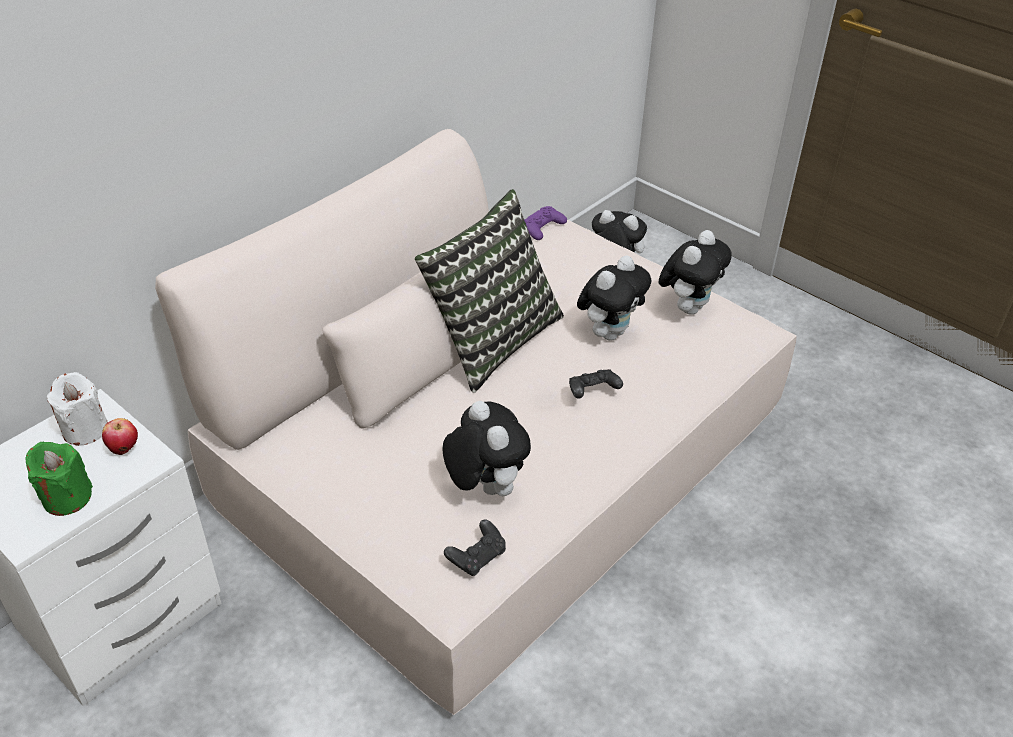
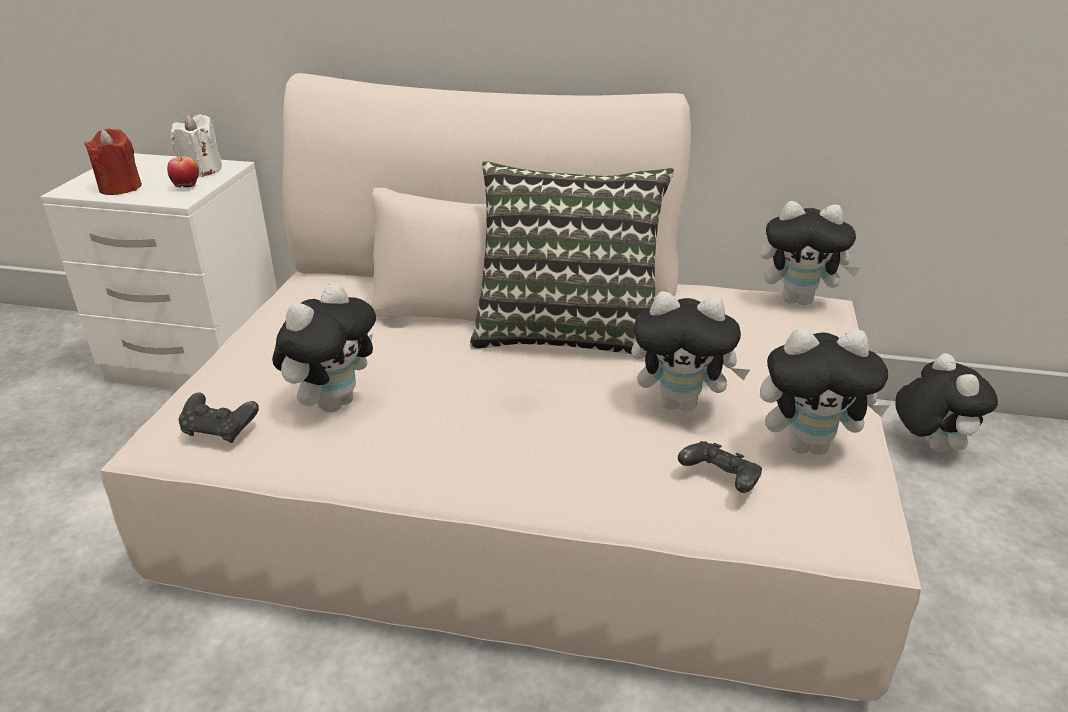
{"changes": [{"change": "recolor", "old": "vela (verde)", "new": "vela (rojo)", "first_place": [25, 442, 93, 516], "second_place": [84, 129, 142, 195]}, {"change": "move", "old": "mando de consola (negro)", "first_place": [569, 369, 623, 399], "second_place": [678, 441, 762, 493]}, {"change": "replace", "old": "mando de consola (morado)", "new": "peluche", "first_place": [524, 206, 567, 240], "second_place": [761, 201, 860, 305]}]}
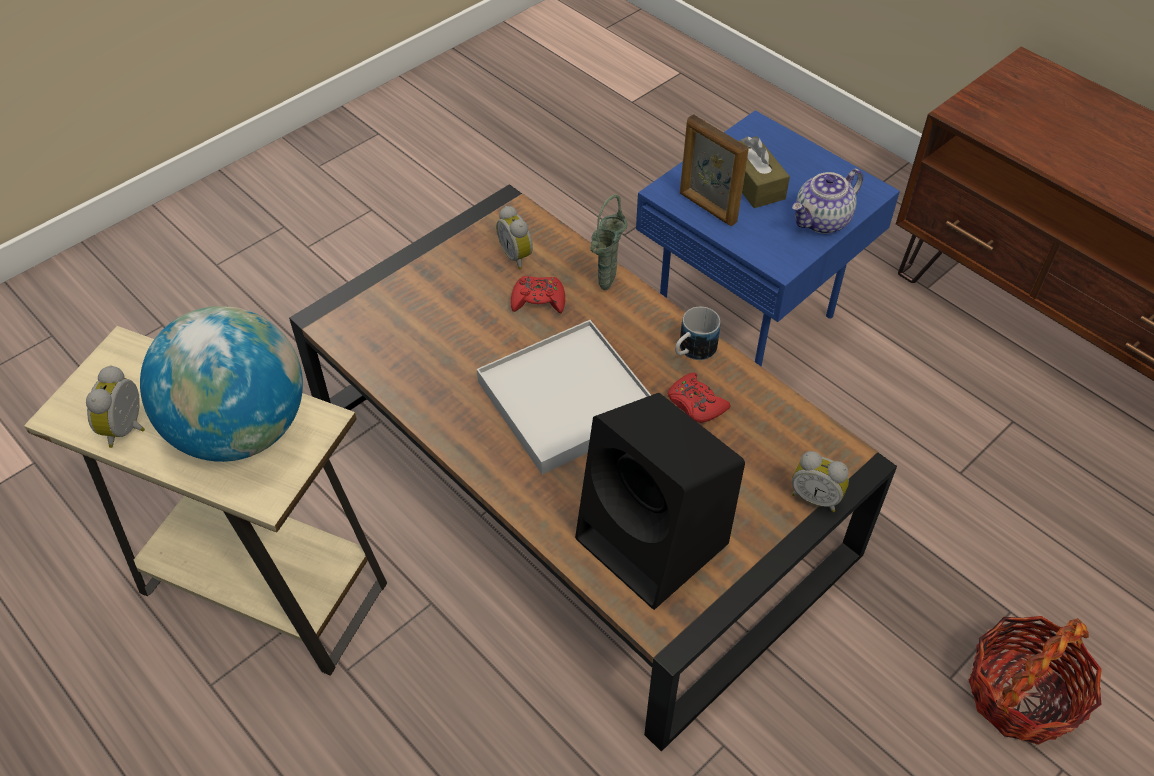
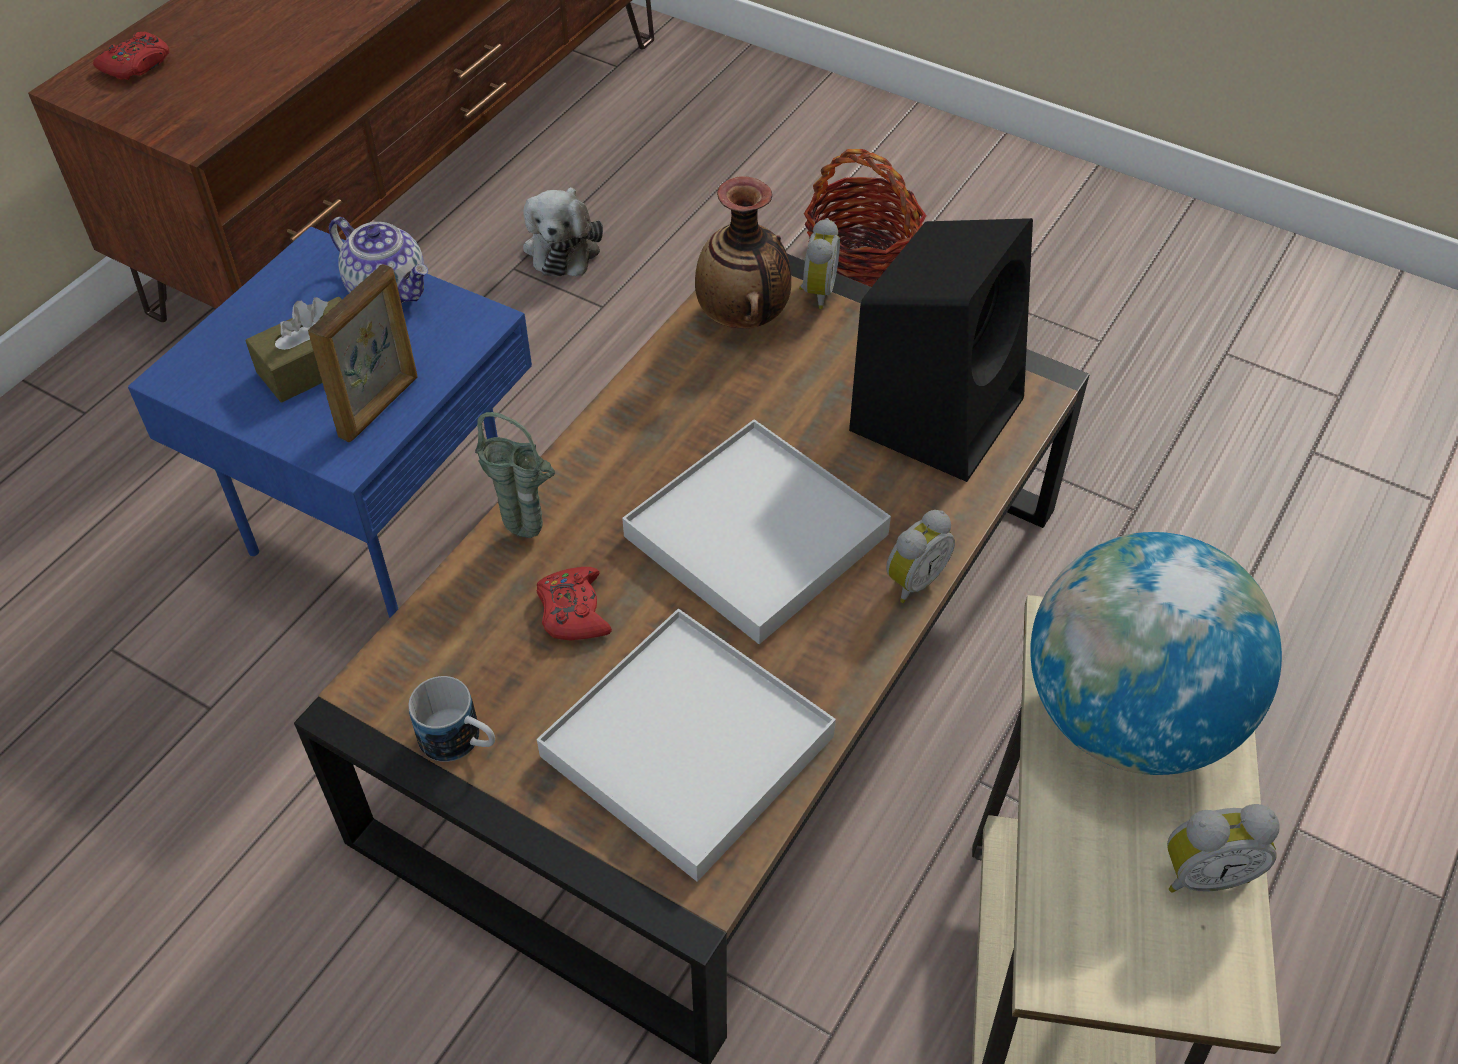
{"changes": [{"change": "move", "old": "mando de consola (rojo)", "first_place": [668, 373, 731, 423], "second_place": [93, 32, 170, 80]}, {"change": "move", "old": "taza grande", "first_place": [675, 307, 720, 360], "second_place": [409, 676, 495, 762]}, {"change": "insert", "new": "peluche", "second_place": [523, 187, 603, 276]}, {"change": "insert", "new": "bandeja (blanco)", "second_place": [537, 609, 836, 882]}, {"change": "insert", "new": "florero", "second_place": [695, 176, 791, 328]}, {"change": "move", "old": "despertador", "first_place": [496, 206, 533, 270], "second_place": [886, 510, 955, 603]}]}
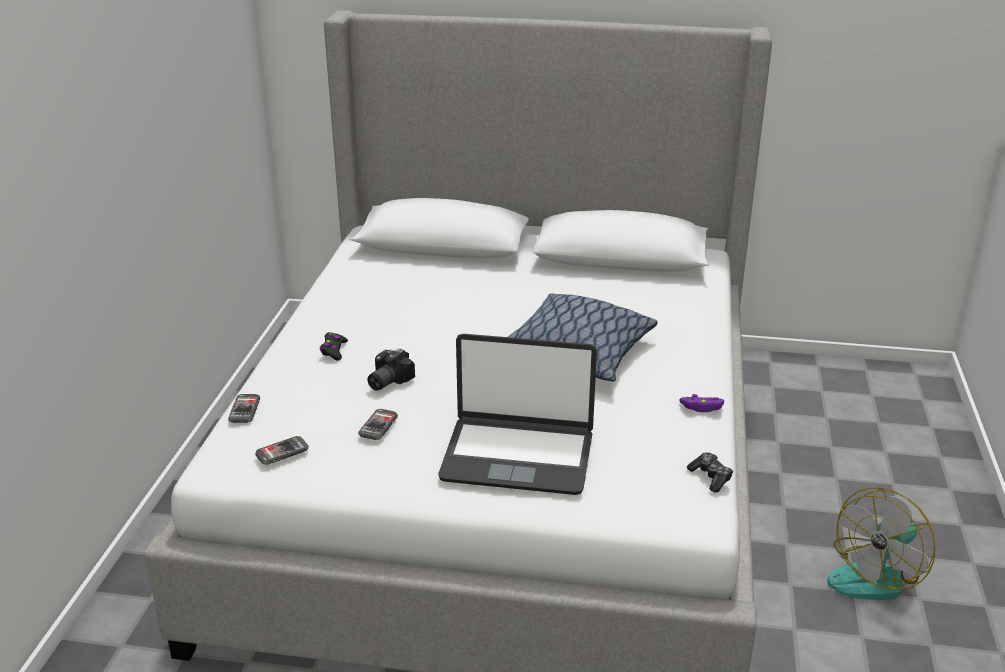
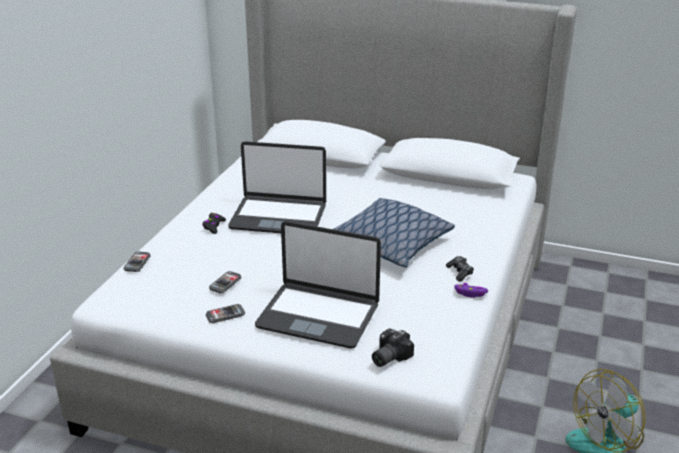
{"changes": [{"change": "move", "old": "móvil", "first_place": [255, 436, 309, 465], "second_place": [206, 304, 245, 323]}, {"change": "insert", "new": "portátil", "second_place": [228, 141, 326, 233]}, {"change": "move", "old": "cámara", "first_place": [367, 349, 415, 391], "second_place": [372, 329, 414, 367]}, {"change": "move", "old": "mando de consola", "first_place": [687, 452, 733, 493], "second_place": [446, 256, 474, 281]}]}
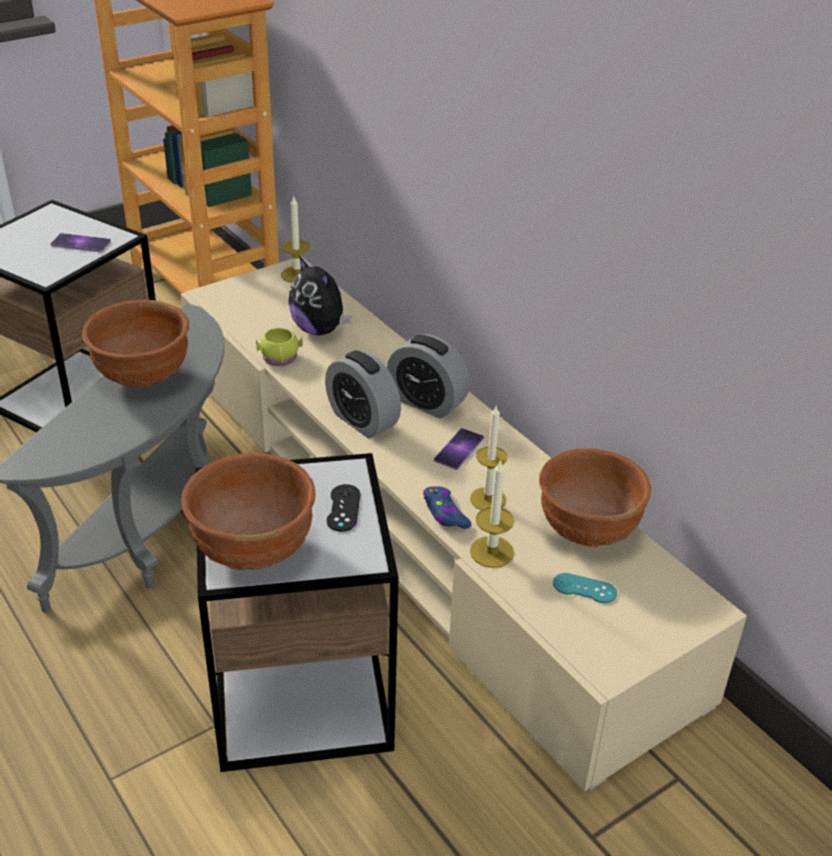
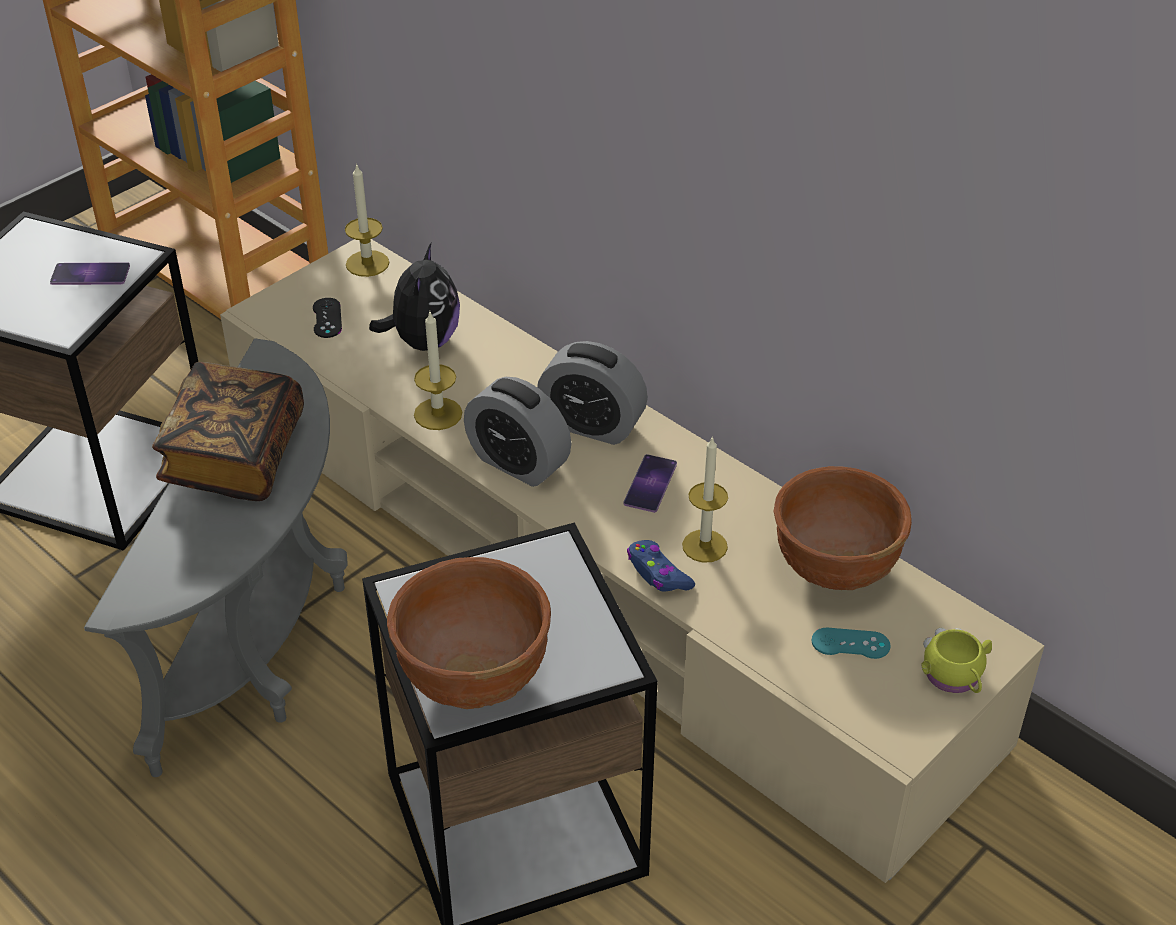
{"changes": [{"change": "replace", "old": "cuenco (marrón)", "new": "libro", "first_place": [82, 300, 189, 387], "second_place": [152, 362, 304, 501]}, {"change": "move", "old": "mando de consola (negro)", "first_place": [327, 484, 360, 532], "second_place": [313, 298, 342, 338]}, {"change": "rotate", "old": "peluche", "first_place": [288, 256, 352, 335], "second_place": [369, 243, 460, 351], "degrees": -120}, {"change": "move", "old": "vela", "first_place": [470, 459, 514, 568], "second_place": [414, 312, 462, 430]}, {"change": "move", "old": "taza grande (amarillo)", "first_place": [256, 327, 303, 366], "second_place": [922, 628, 992, 693]}]}
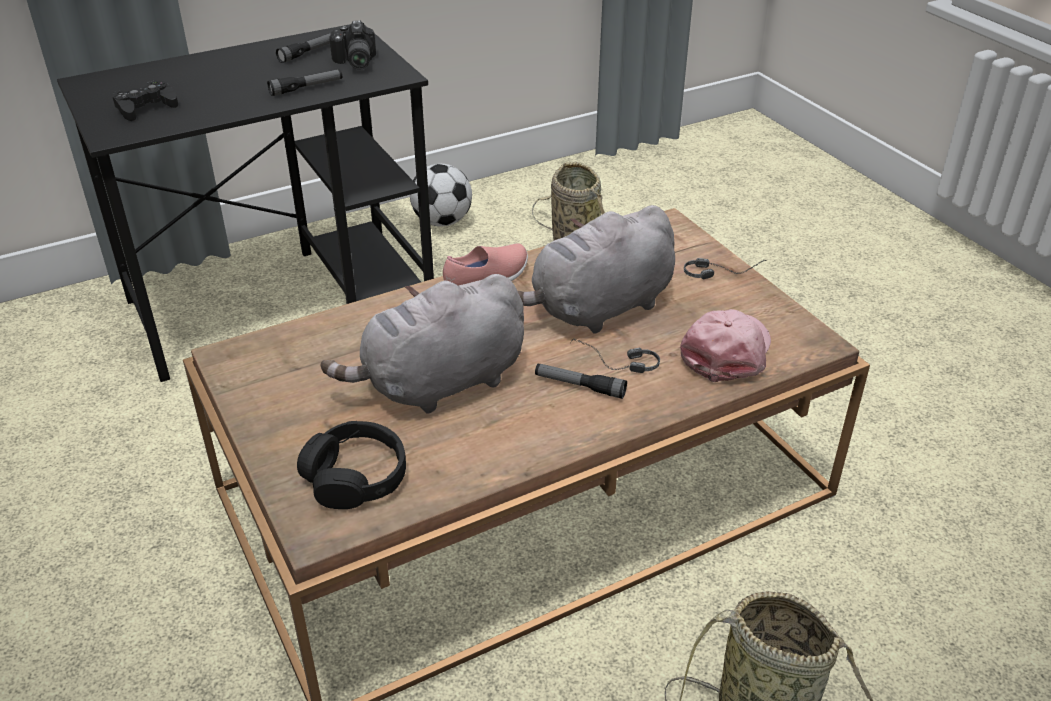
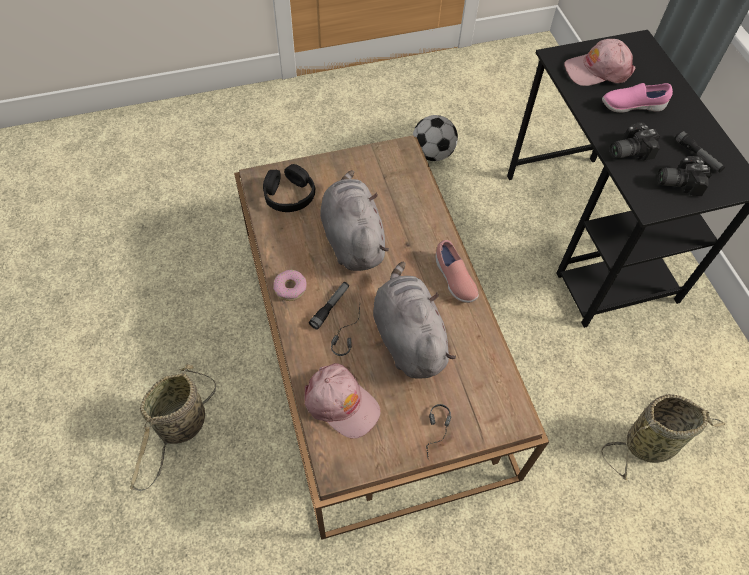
{"changes": [{"change": "insert", "new": "rosquilla", "second_place": [273, 270, 307, 301]}, {"change": "move", "old": "balón de fútbol", "first_place": [410, 164, 472, 227], "second_place": [413, 115, 458, 161]}, {"change": "replace", "old": "mando de consola (negro)", "new": "gorra (rosa)", "first_place": [112, 80, 178, 121], "second_place": [564, 39, 636, 86]}, {"change": "insert", "new": "zapato (rosa)", "second_place": [602, 83, 673, 113]}, {"change": "replace", "old": "linterna", "new": "cámara", "first_place": [267, 69, 342, 96], "second_place": [610, 122, 660, 161]}]}
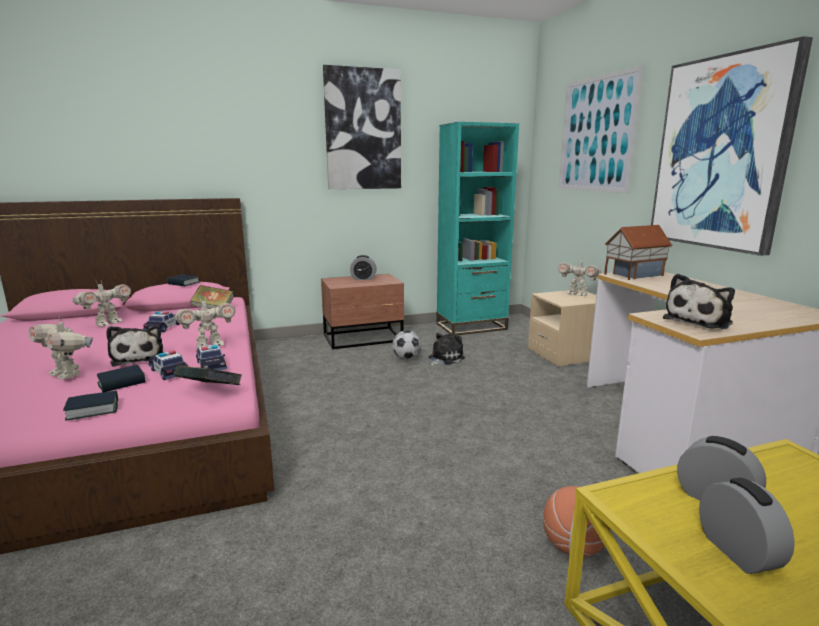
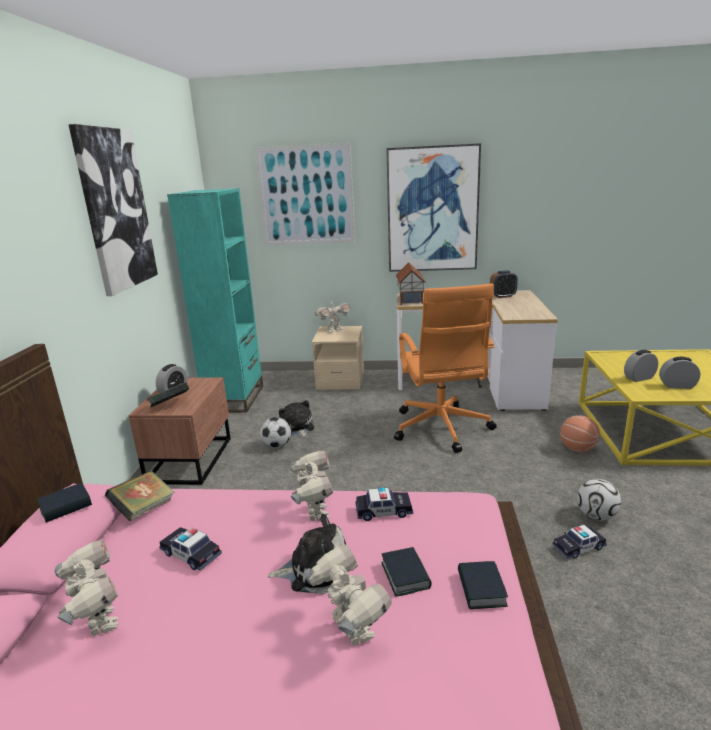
{"changes": [{"change": "move", "old": "libro", "first_place": [174, 366, 242, 385], "second_place": [147, 382, 189, 407]}, {"change": "rotate", "old": "robot de juguete", "first_place": [29, 316, 93, 379], "second_place": [305, 544, 392, 646], "degrees": -90}, {"change": "insert", "new": "silla de oficina (naranja)", "second_place": [394, 283, 497, 453]}, {"change": "insert", "new": "despertador", "second_place": [490, 270, 518, 298]}, {"change": "move", "old": "coche de juguete", "first_place": [148, 350, 188, 380], "second_place": [552, 525, 607, 559]}, {"change": "insert", "new": "balón de fútbol", "second_place": [577, 479, 621, 520]}, {"change": "delete", "old": "peluche", "first_place": [663, 274, 735, 329]}]}
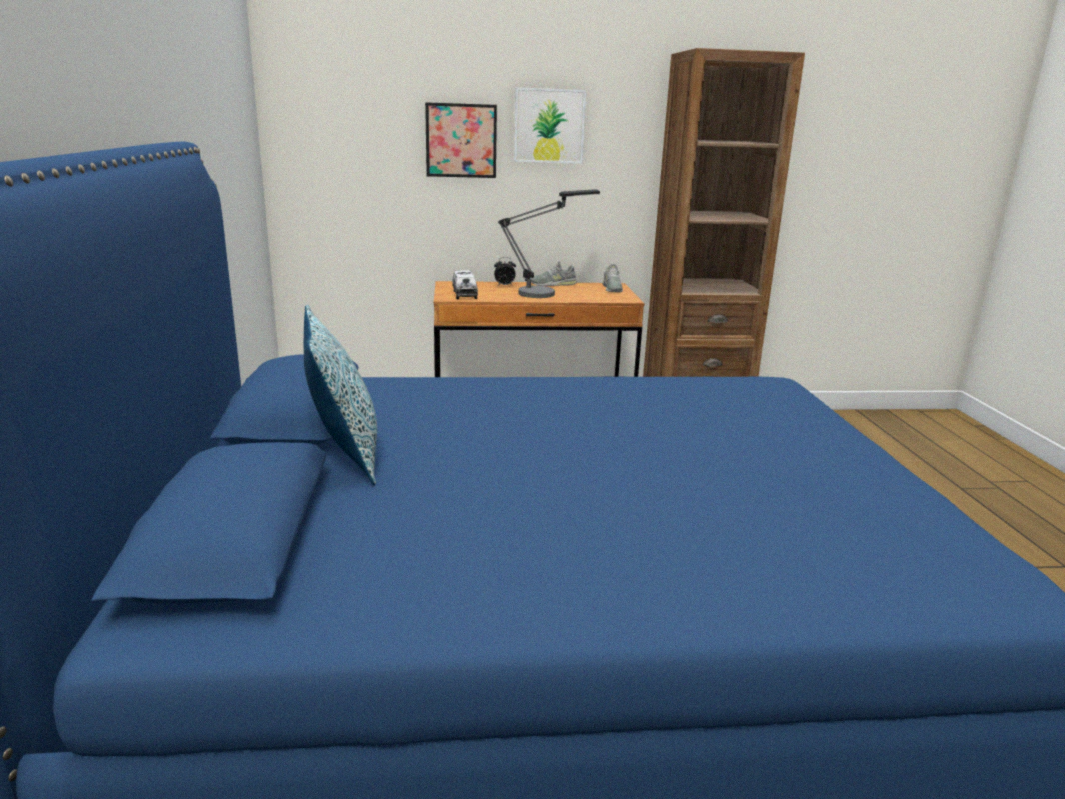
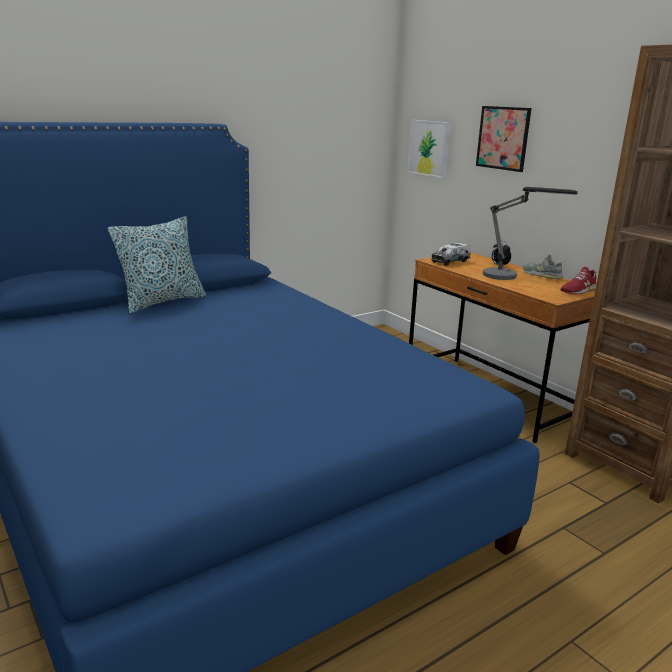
{"changes": [{"change": "move", "old": "cuadro", "first_place": [514, 87, 586, 164], "second_place": [408, 120, 451, 179]}, {"change": "recolor", "old": "zapato (gris)", "new": "zapato (rojo)", "first_place": [602, 264, 623, 292], "second_place": [560, 267, 597, 294]}]}
